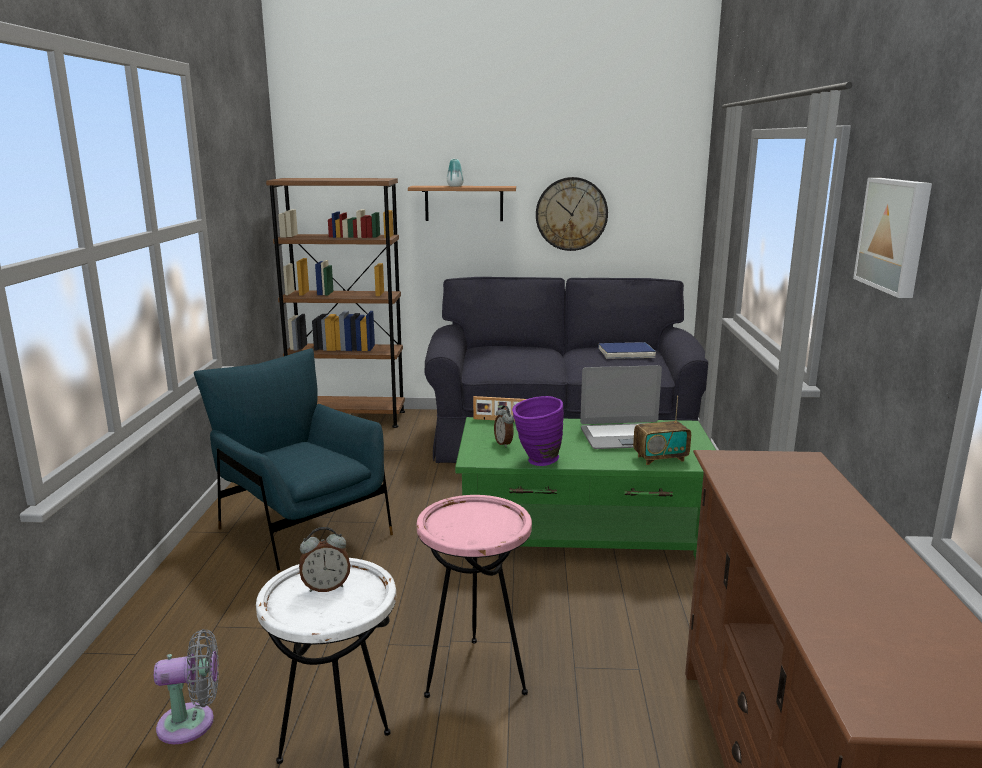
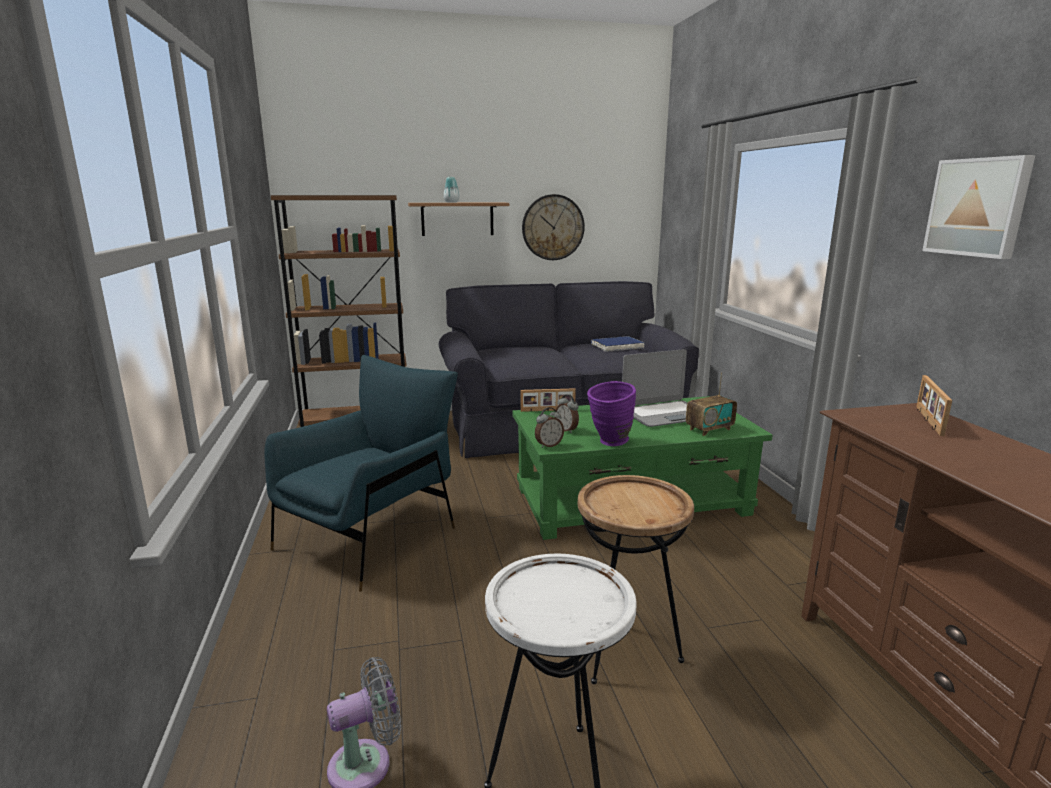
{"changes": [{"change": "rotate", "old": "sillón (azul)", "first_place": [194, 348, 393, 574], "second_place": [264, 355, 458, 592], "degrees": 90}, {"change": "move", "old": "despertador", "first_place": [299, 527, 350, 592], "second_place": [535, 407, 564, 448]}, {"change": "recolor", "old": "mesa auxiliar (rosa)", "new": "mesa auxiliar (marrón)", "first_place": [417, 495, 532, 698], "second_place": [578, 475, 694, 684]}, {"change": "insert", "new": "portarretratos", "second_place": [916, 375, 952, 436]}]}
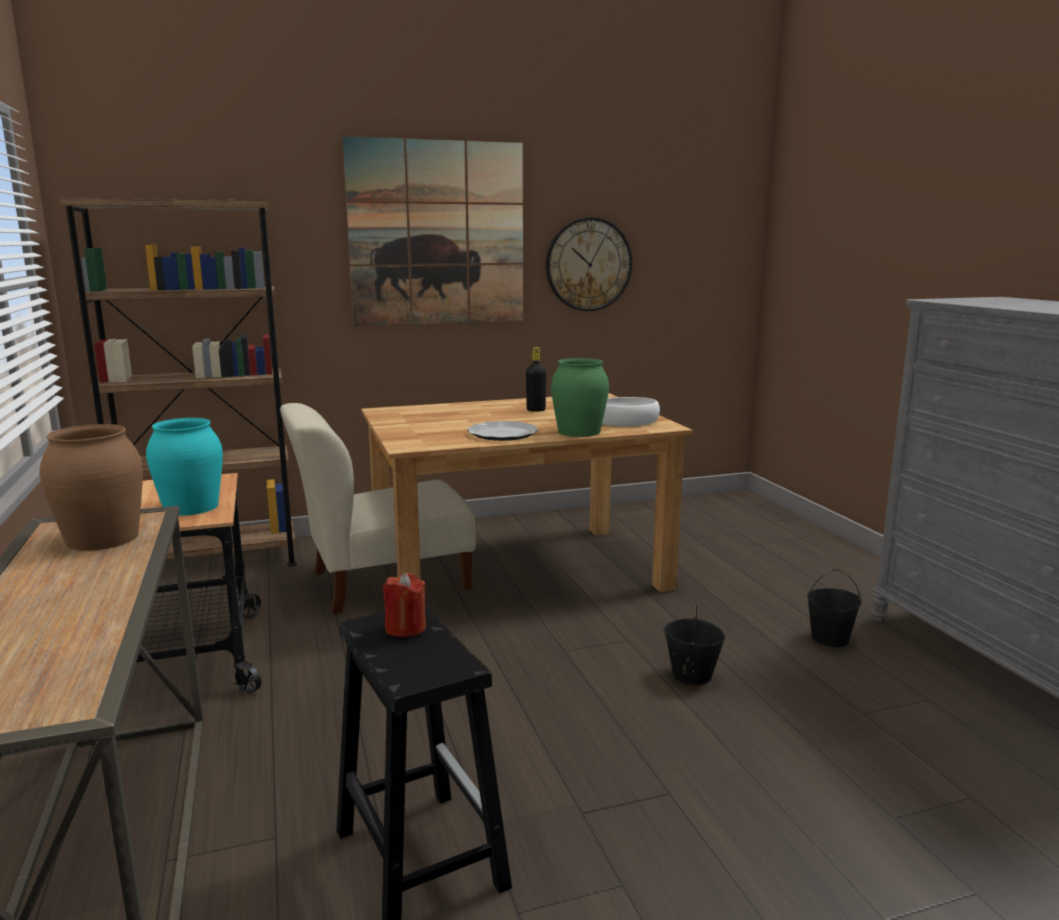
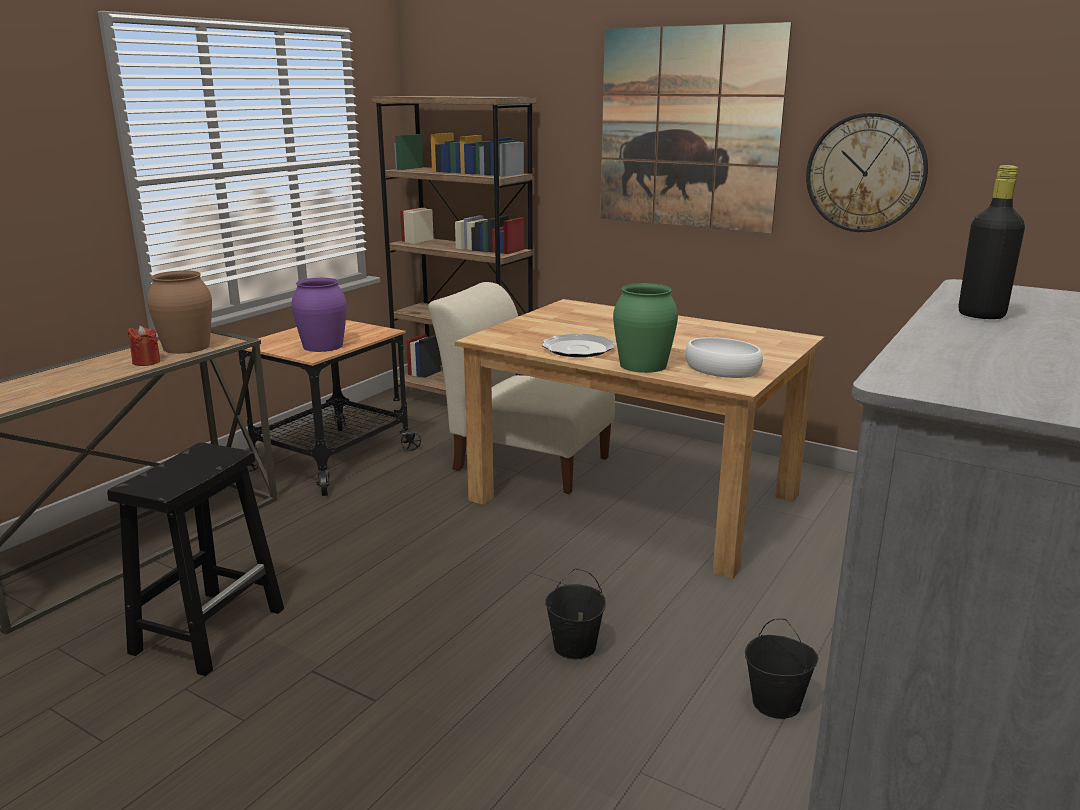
{"changes": [{"change": "move", "old": "vela (rojo)", "first_place": [383, 573, 426, 637], "second_place": [128, 326, 161, 366]}, {"change": "recolor", "old": "florero (turquesa)", "new": "florero (morado)", "first_place": [146, 418, 223, 516], "second_place": [292, 278, 347, 352]}, {"change": "move", "old": "botella (negro)", "first_place": [526, 347, 546, 412], "second_place": [959, 165, 1025, 319]}]}
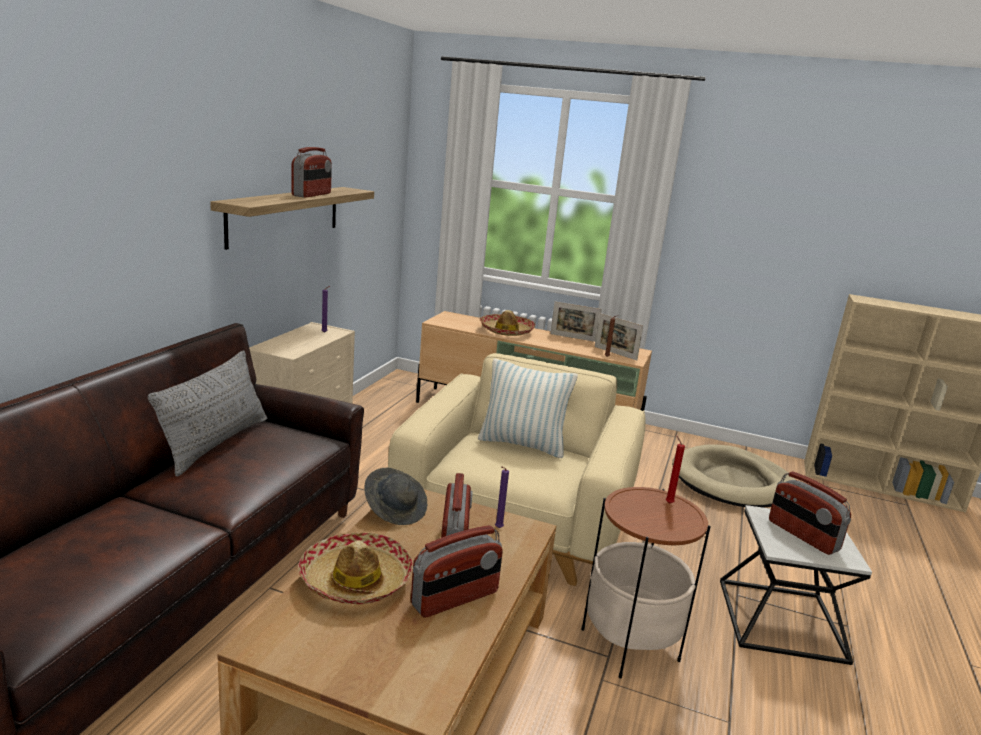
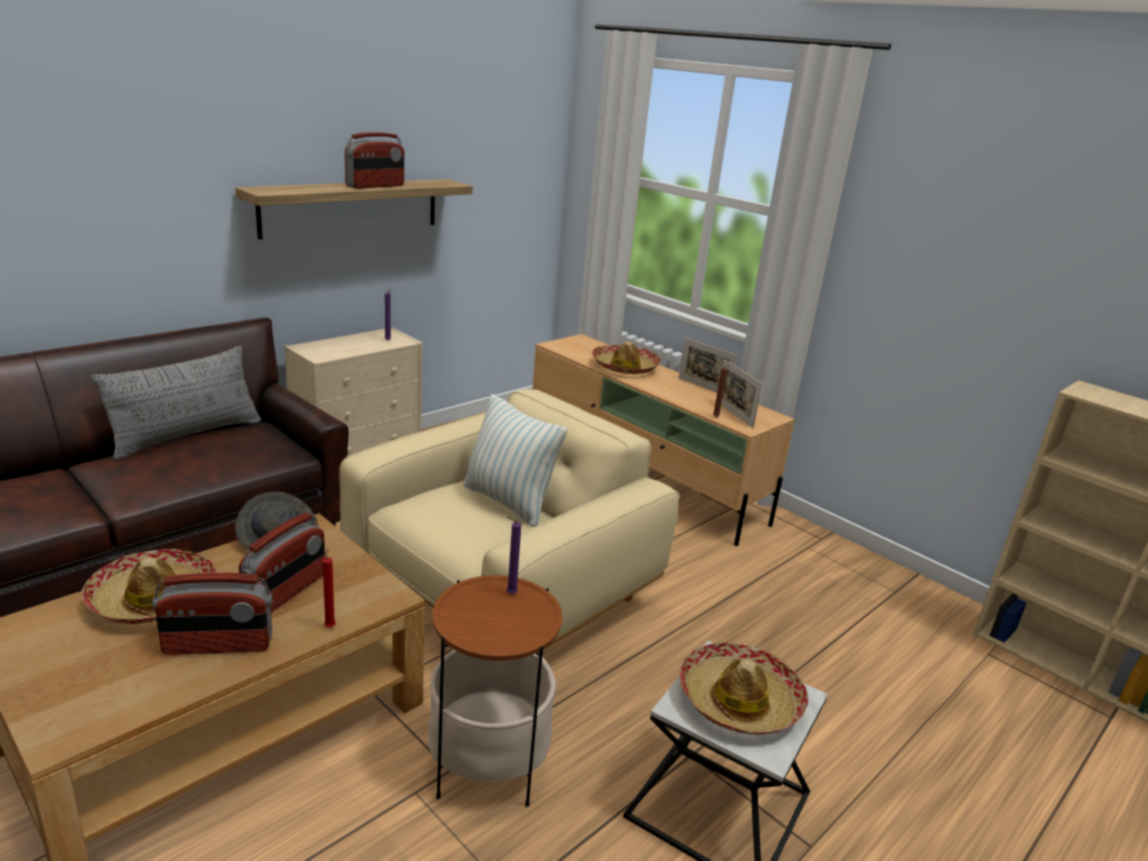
{"changes": [{"change": "move", "old": "vela (rojo)", "first_place": [666, 436, 685, 504], "second_place": [323, 547, 336, 628]}, {"change": "move", "old": "vela (morado)", "first_place": [495, 466, 509, 528], "second_place": [506, 517, 521, 594]}, {"change": "replace", "old": "radio", "new": "sombrero", "first_place": [769, 472, 851, 555], "second_place": [679, 642, 808, 735]}, {"change": "delete", "old": "cama para perro (beis)", "first_place": [672, 444, 795, 508]}]}
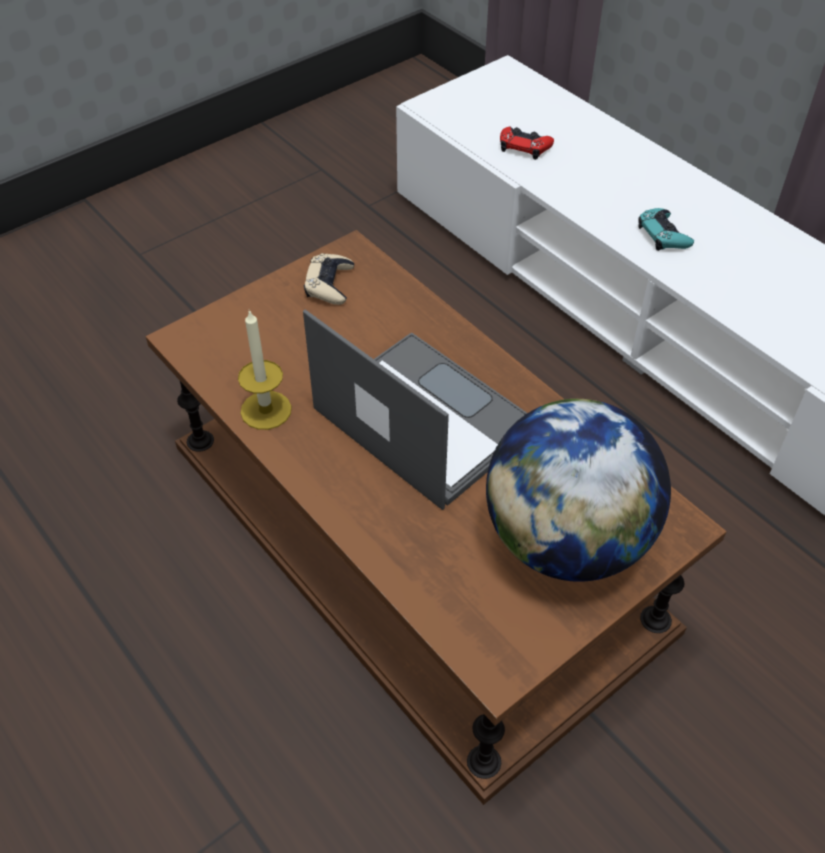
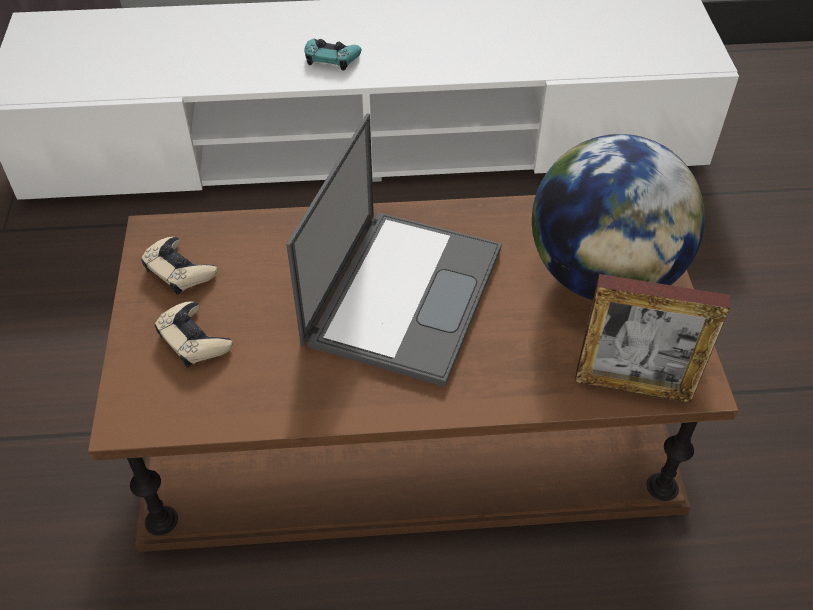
{"changes": [{"change": "insert", "new": "mando de consola (beis)", "second_place": [155, 301, 233, 367]}, {"change": "rotate", "old": "portátil", "first_place": [303, 309, 527, 510], "second_place": [286, 113, 502, 387], "degrees": 120}, {"change": "insert", "new": "portarretratos", "second_place": [575, 274, 730, 403]}, {"change": "delete", "old": "vela", "first_place": [238, 309, 292, 430]}, {"change": "delete", "old": "mando de consola (rojo)", "first_place": [500, 127, 554, 160]}]}
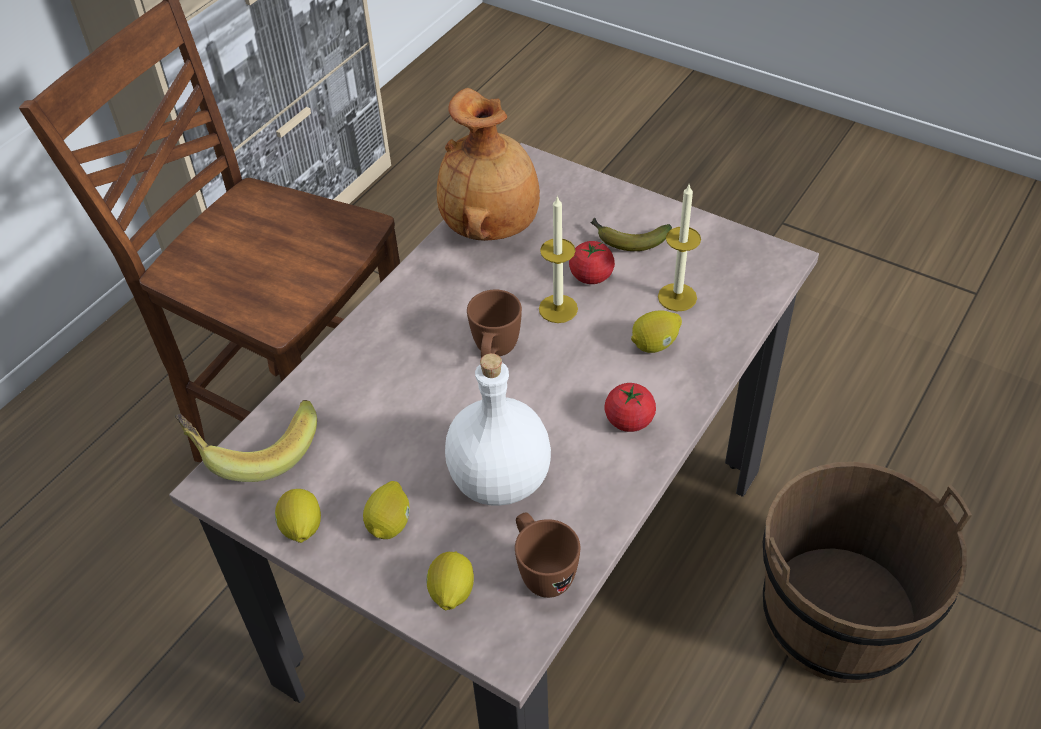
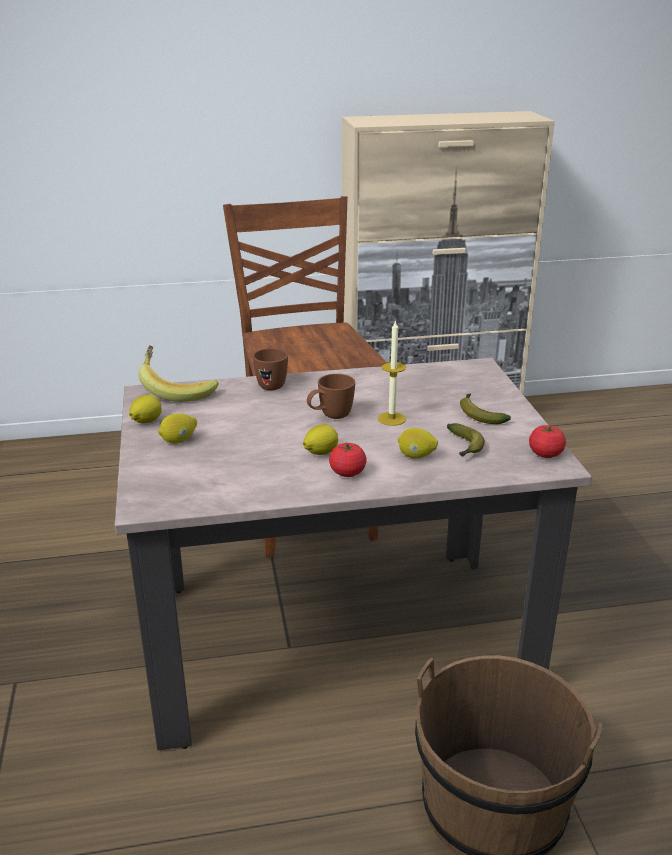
{"changes": [{"change": "move", "old": "taza grande (marrón)", "first_place": [515, 512, 580, 598], "second_place": [253, 348, 288, 390]}, {"change": "move", "old": "limón", "first_place": [426, 551, 474, 610], "second_place": [303, 425, 338, 455]}, {"change": "replace", "old": "vela", "new": "plátano", "first_place": [658, 185, 701, 311], "second_place": [447, 423, 485, 457]}, {"change": "move", "old": "tomate", "first_place": [569, 241, 615, 284], "second_place": [529, 425, 566, 458]}, {"change": "delete", "old": "florero (marrón)", "first_place": [437, 88, 540, 241]}, {"change": "delete", "old": "botella (blanco)", "first_place": [445, 353, 551, 506]}]}
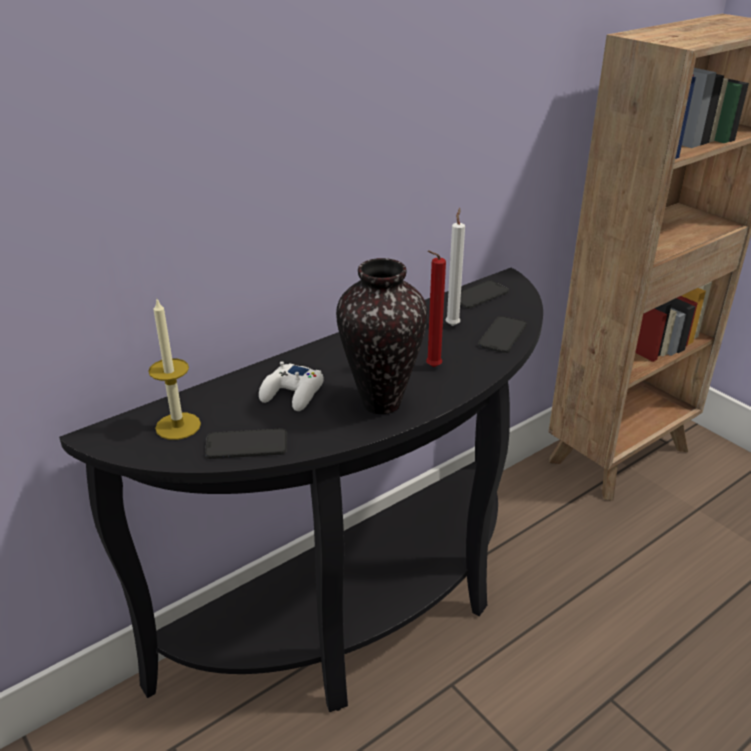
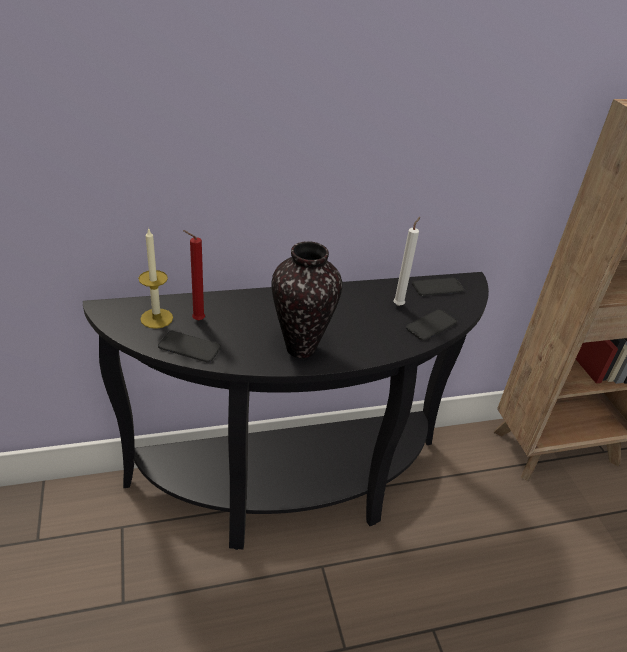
{"changes": [{"change": "move", "old": "vela (rojo)", "first_place": [426, 251, 446, 367], "second_place": [183, 230, 205, 320]}, {"change": "delete", "old": "mando de consola (blanco)", "first_place": [259, 361, 324, 411]}]}
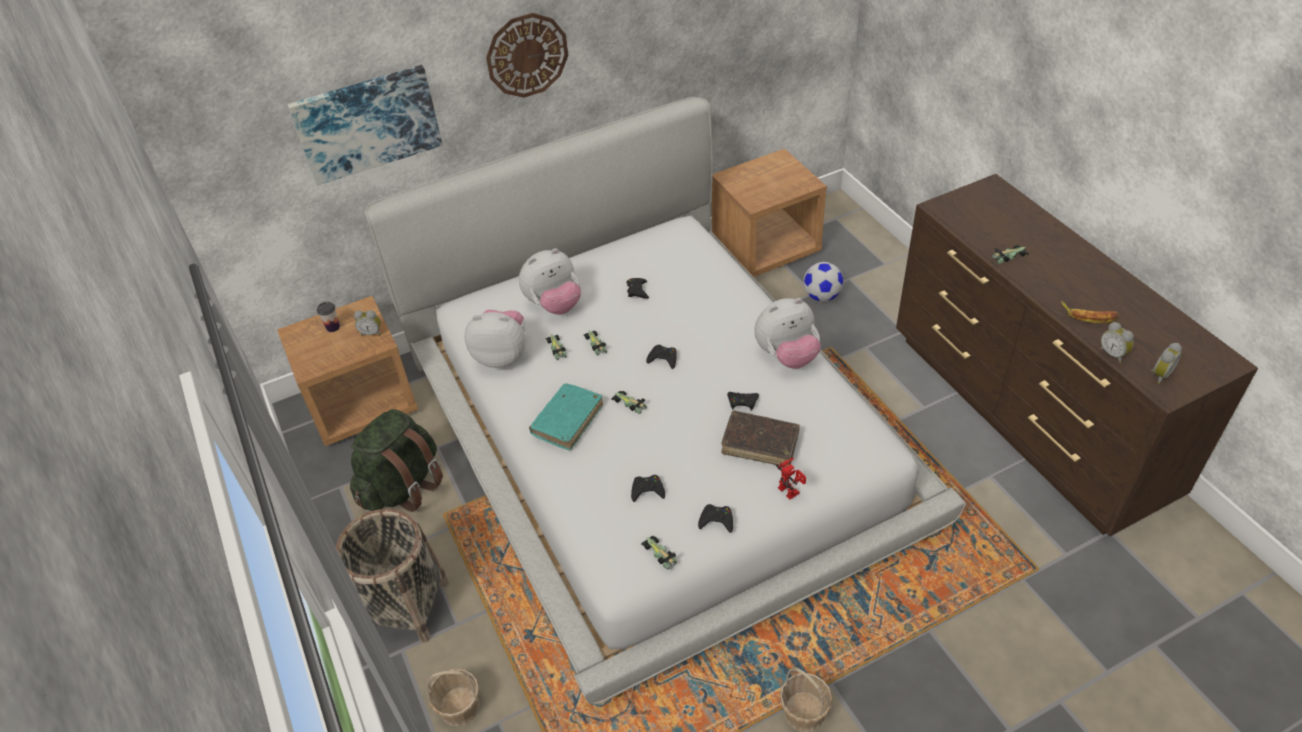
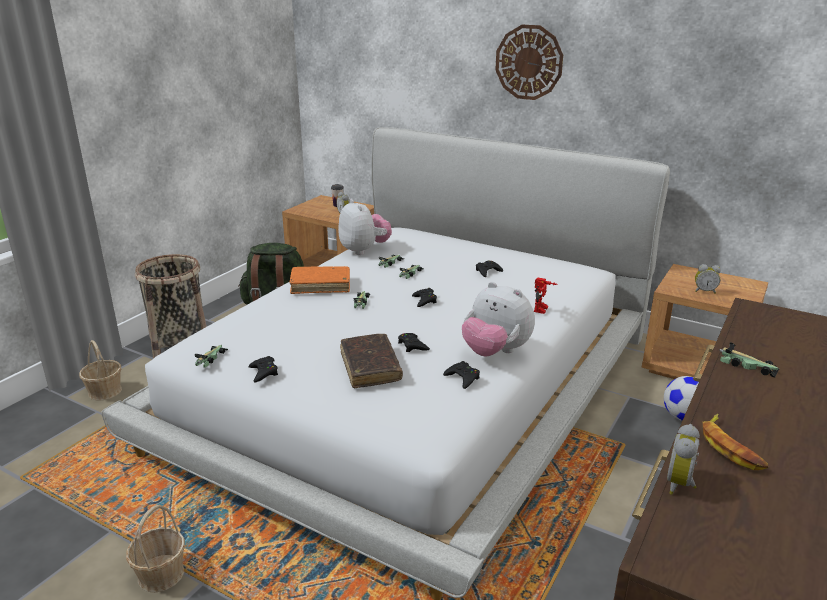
{"changes": [{"change": "recolor", "old": "libro (turquesa)", "new": "libro (naranja)", "first_place": [529, 383, 603, 450], "second_place": [289, 266, 350, 294]}, {"change": "move", "old": "mando de consola (negro)", "first_place": [631, 475, 665, 502], "second_place": [443, 361, 480, 389]}, {"change": "move", "old": "robot de juguete", "first_place": [776, 458, 806, 500], "second_place": [534, 278, 558, 314]}, {"change": "move", "old": "despertador", "first_place": [1151, 343, 1182, 384], "second_place": [695, 264, 721, 294]}, {"change": "delete", "old": "cuadro", "first_place": [287, 65, 443, 186]}, {"change": "delete", "old": "peluche", "first_place": [519, 248, 581, 315]}]}
